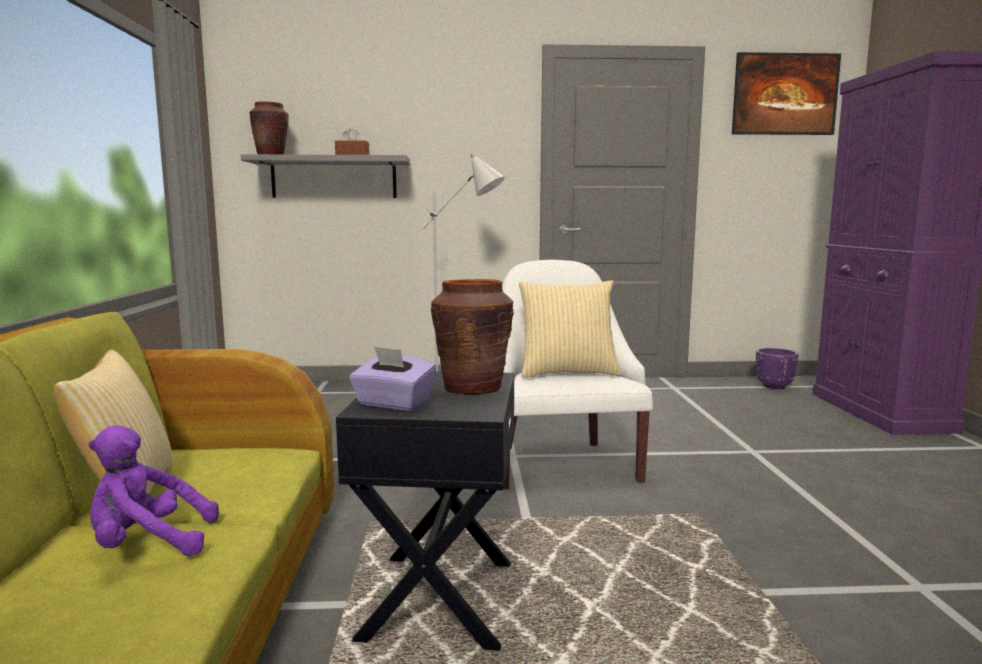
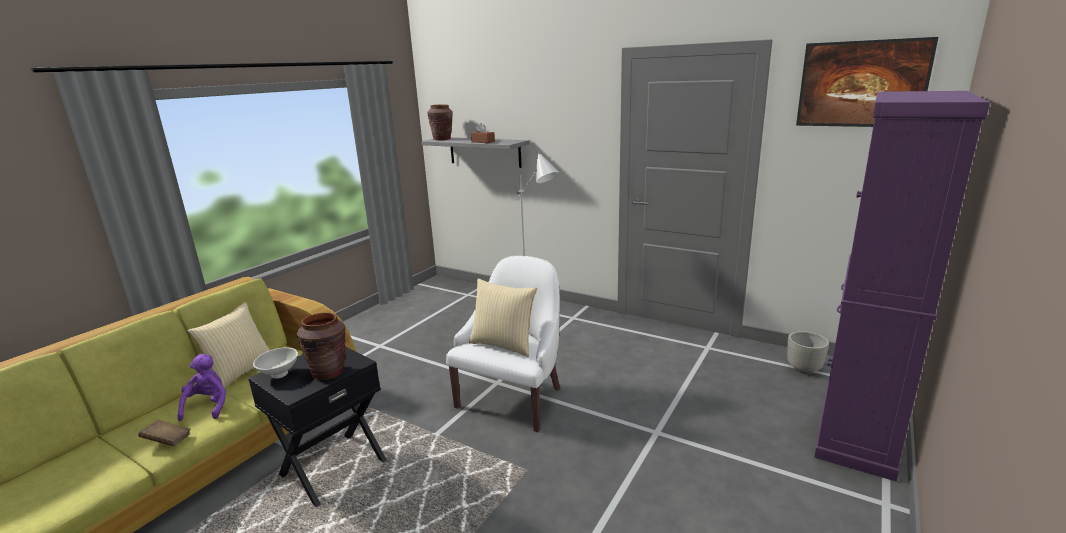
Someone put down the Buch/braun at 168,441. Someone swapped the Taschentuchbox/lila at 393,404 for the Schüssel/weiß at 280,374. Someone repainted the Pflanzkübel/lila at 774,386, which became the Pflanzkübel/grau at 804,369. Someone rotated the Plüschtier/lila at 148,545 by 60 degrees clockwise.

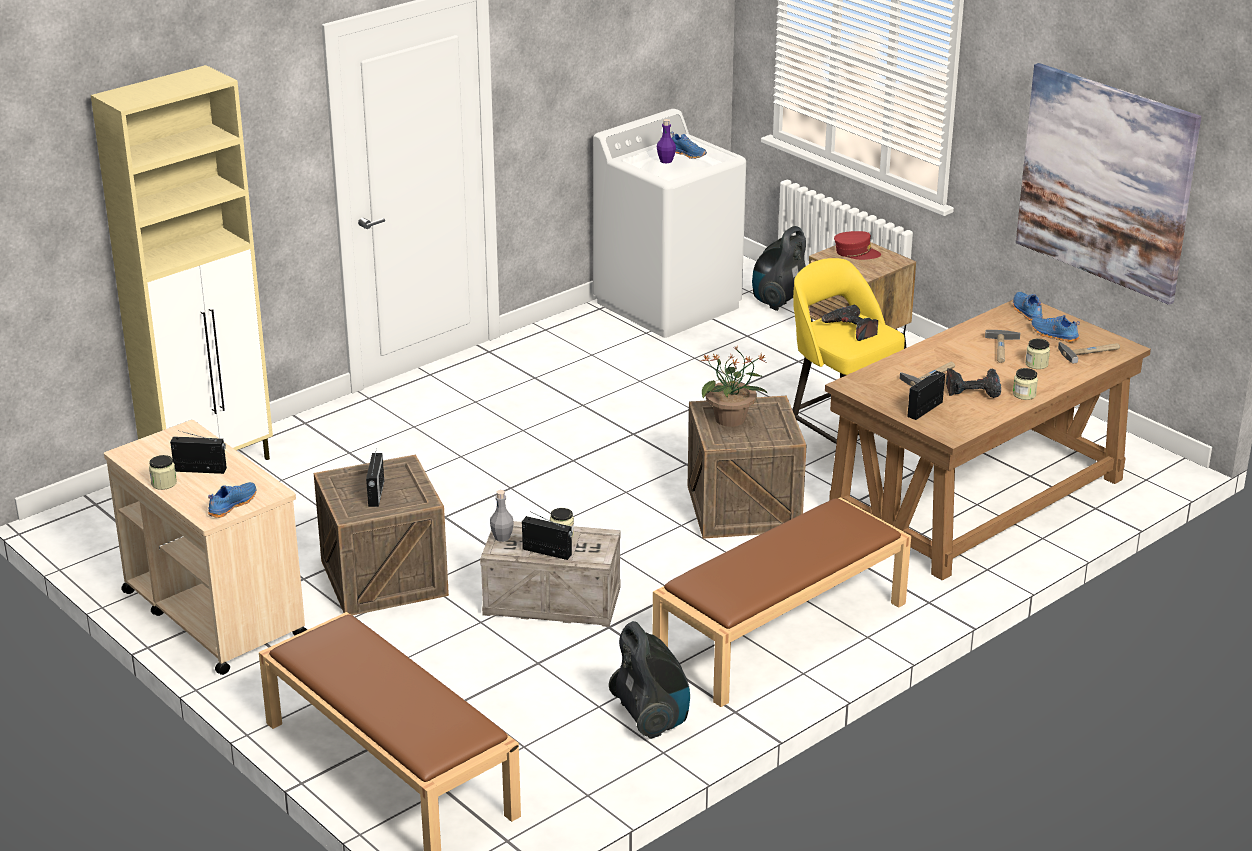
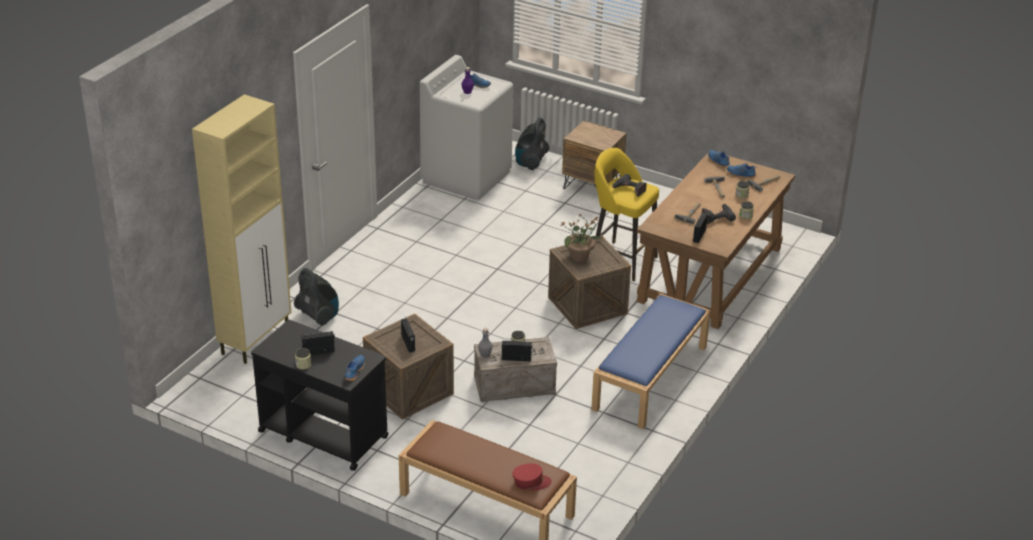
Someone took away the Bild at 1105,181. Someone carried the Staubsauger from 651,718 to 318,316. Someone carried the Kappe/rot from 856,253 to 531,482. Someone repainted the Rollwagen/beige at 213,613, which became the Rollwagen/schwarz at 322,434. Someone repainted the Bank/braun at 781,633, which became the Bank/blau at 650,378.

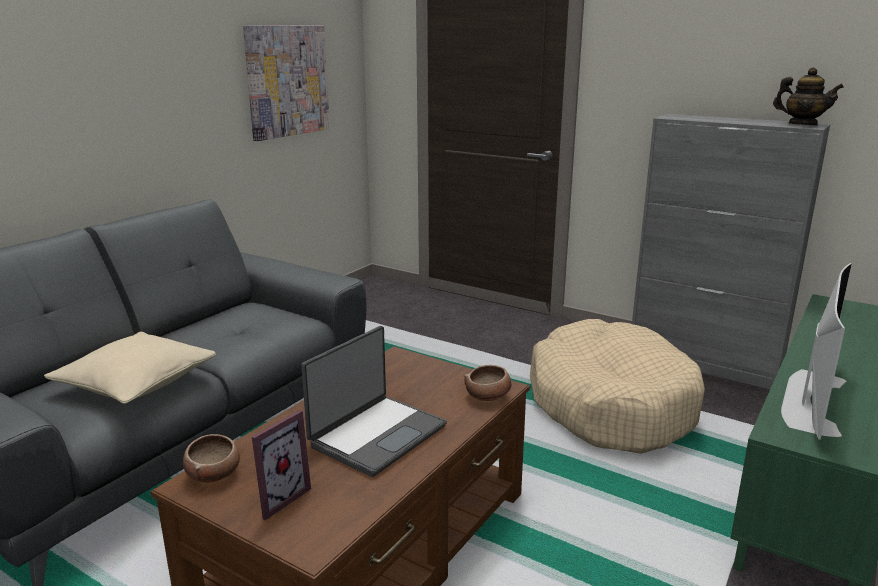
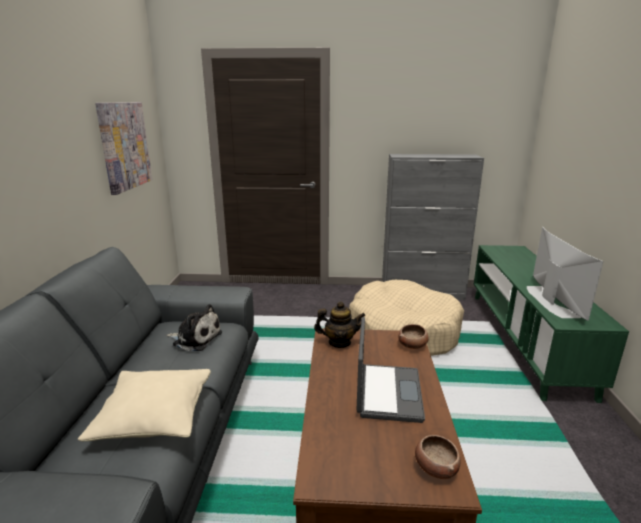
Someone took away the Bilderrahmen at 276,498. Someone put down the Plüschtier at 195,338. Someone carried the Schüssel from 214,474 to 435,467. Someone carried the Teekanne from 802,124 to 339,342.

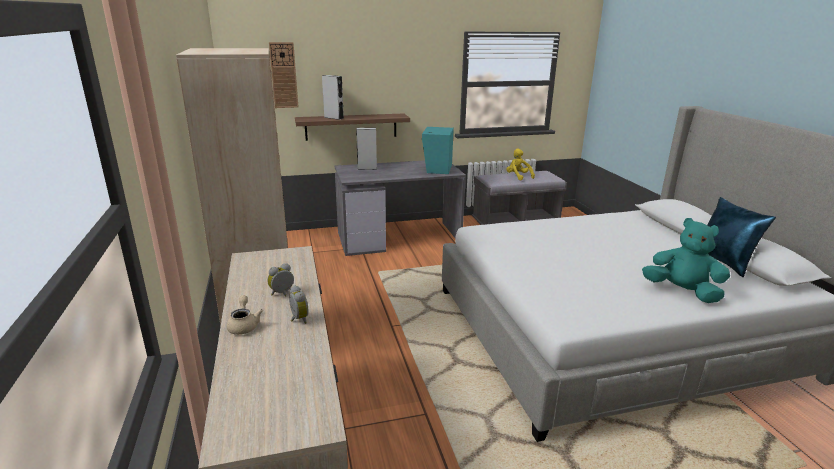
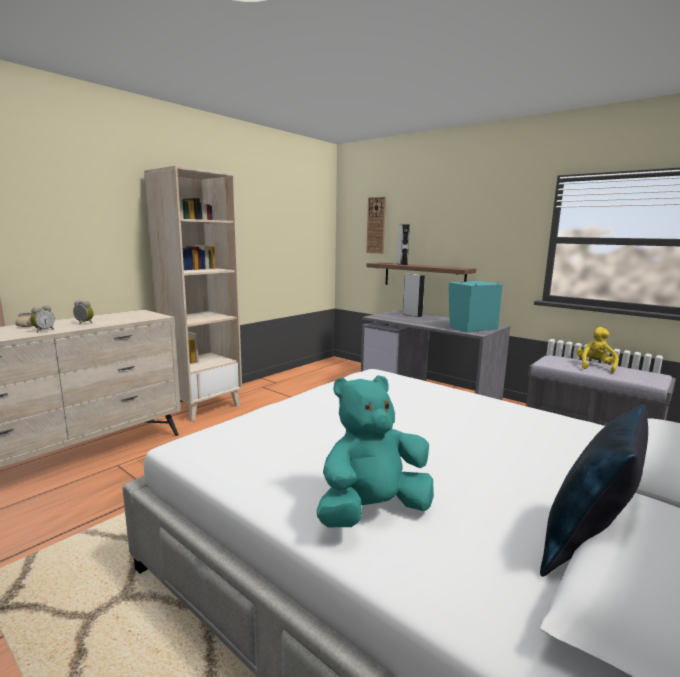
Someone rotated the Plüschtier/türkis at 682,291 by 120 degrees counterclockwise.

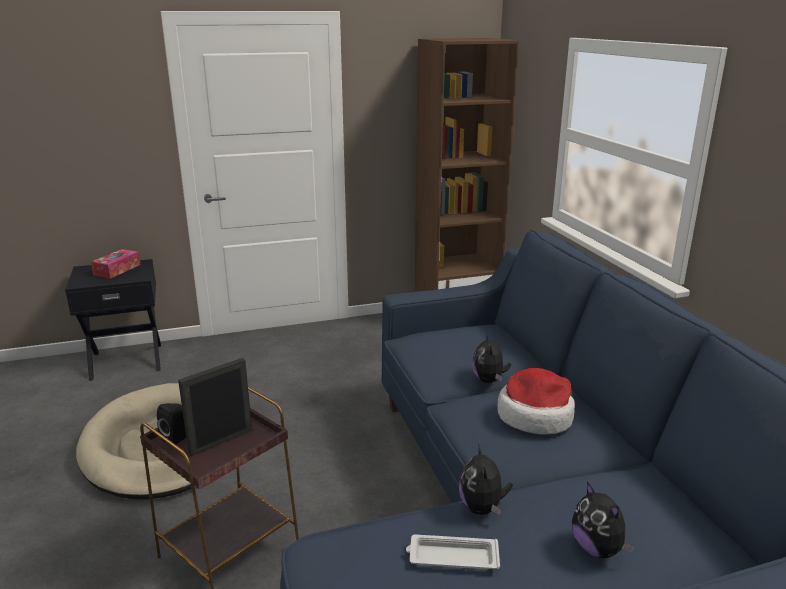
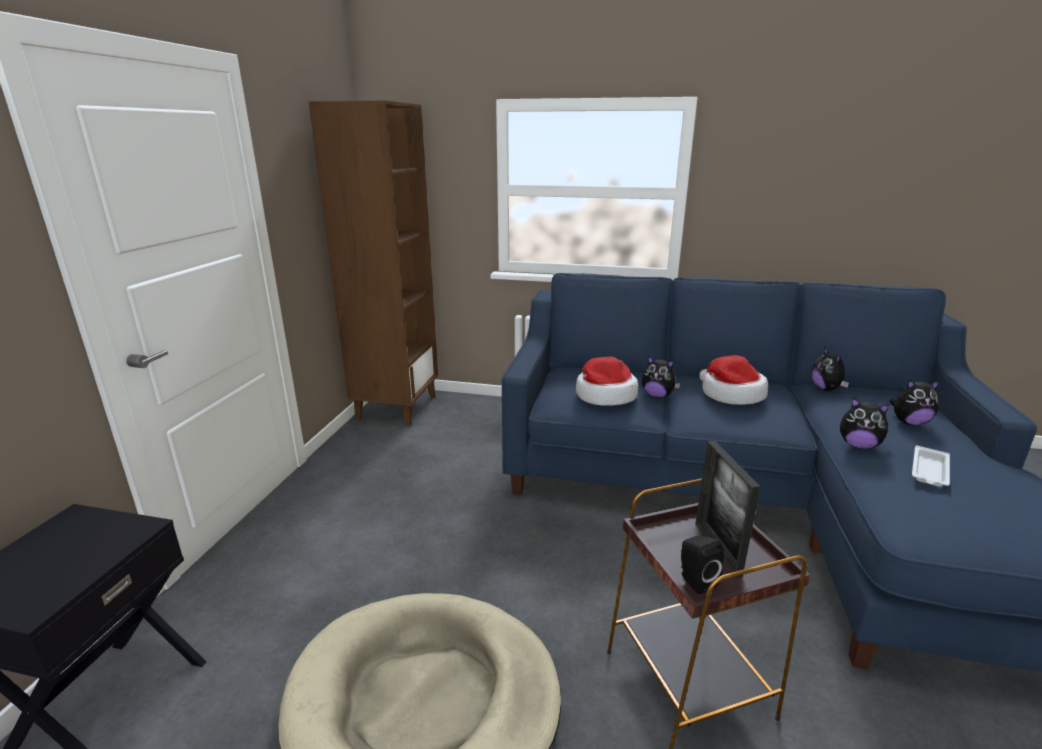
Someone took away the Taschentuchbox at 117,270. Someone put down the Hut at 604,395. Someone put down the Plüschtier at 826,389.

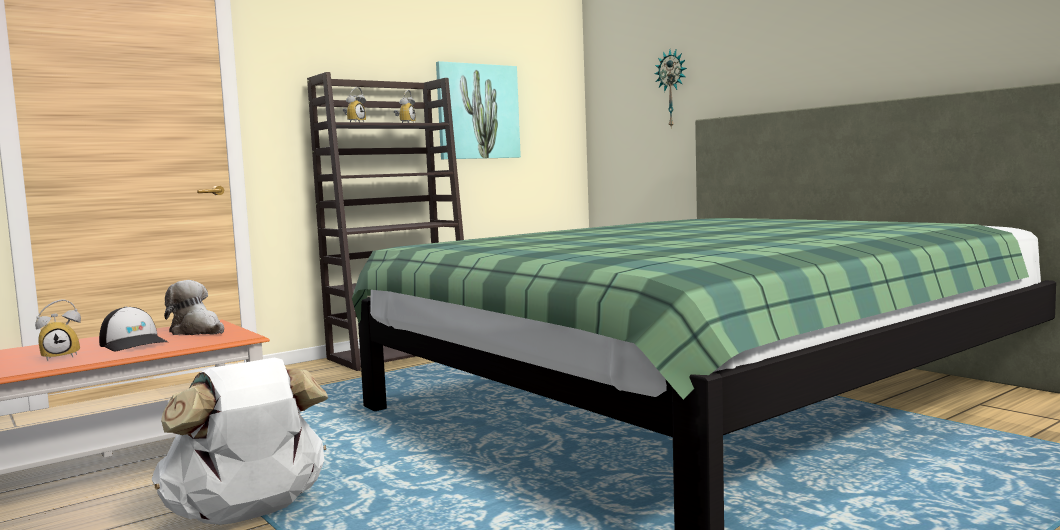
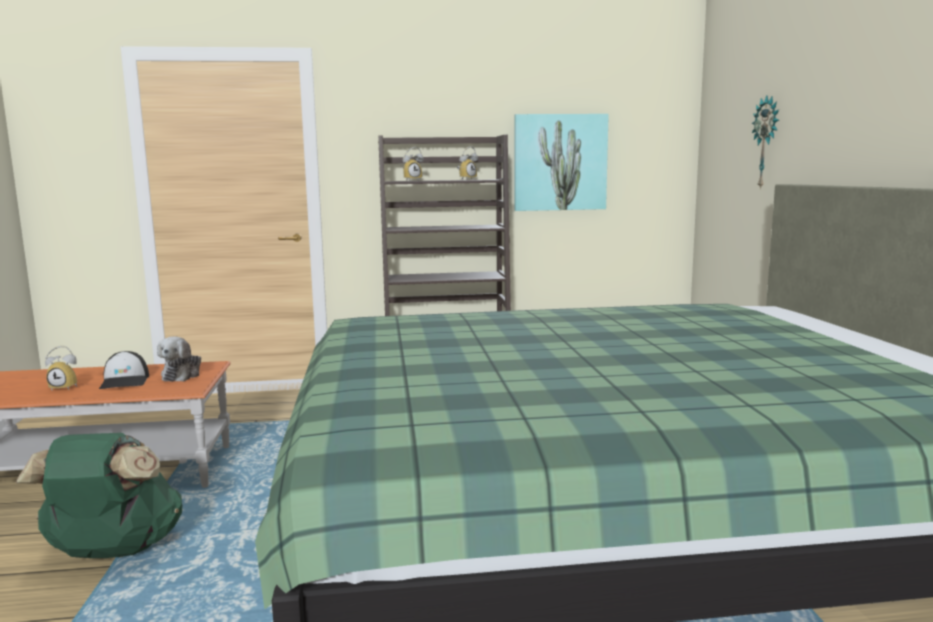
Someone repainted the Rucksack/weiß at 248,515, which became the Rucksack/grün at 113,552. Someone rotated the Plüschtier at 197,331 by 150 degrees counterclockwise.

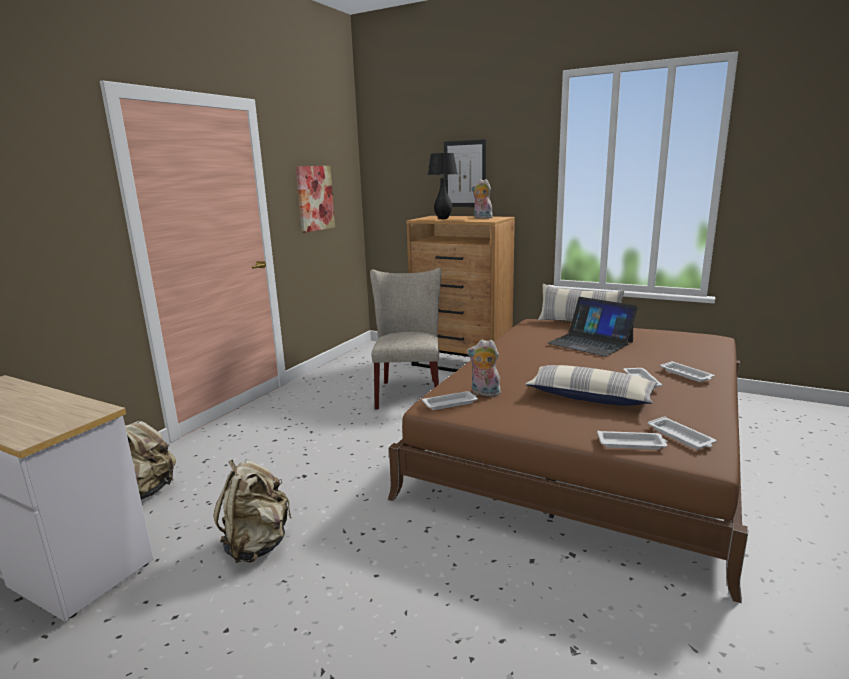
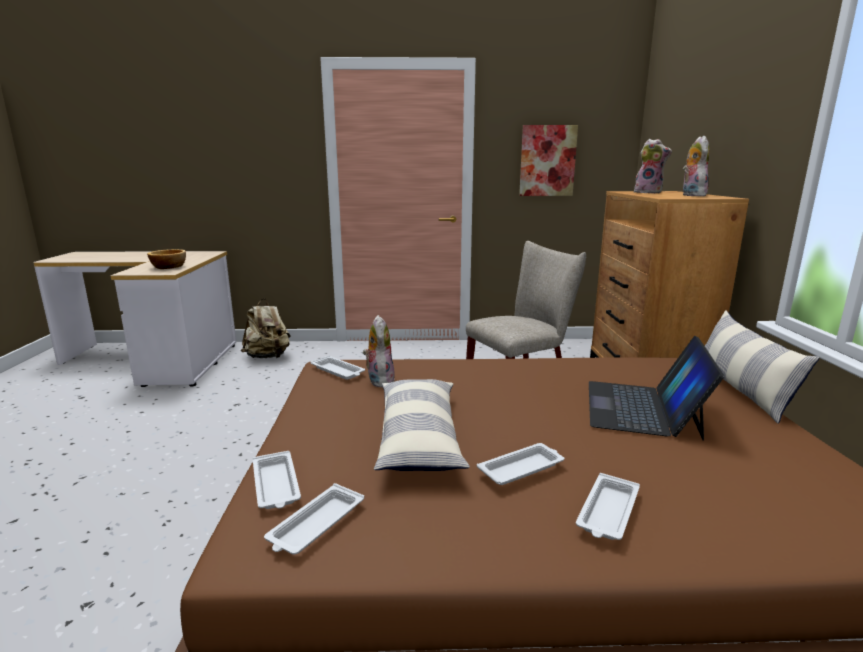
Someone took away the Rucksack/beige at 257,545. Someone took away the Bild at 465,174. Someone put down the Schüssel at 169,267. Someone swapped the Tischlampe/schwarz at 443,218 for the Plüschtier at 648,192.

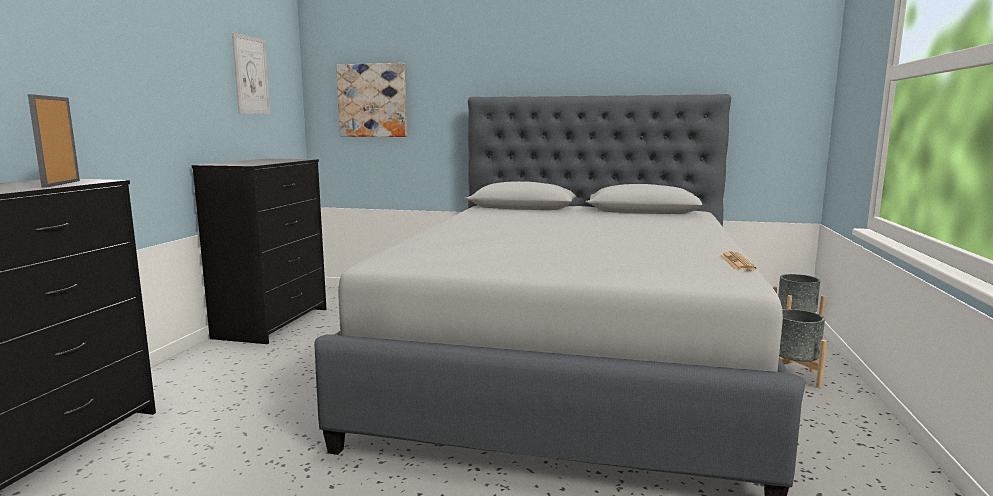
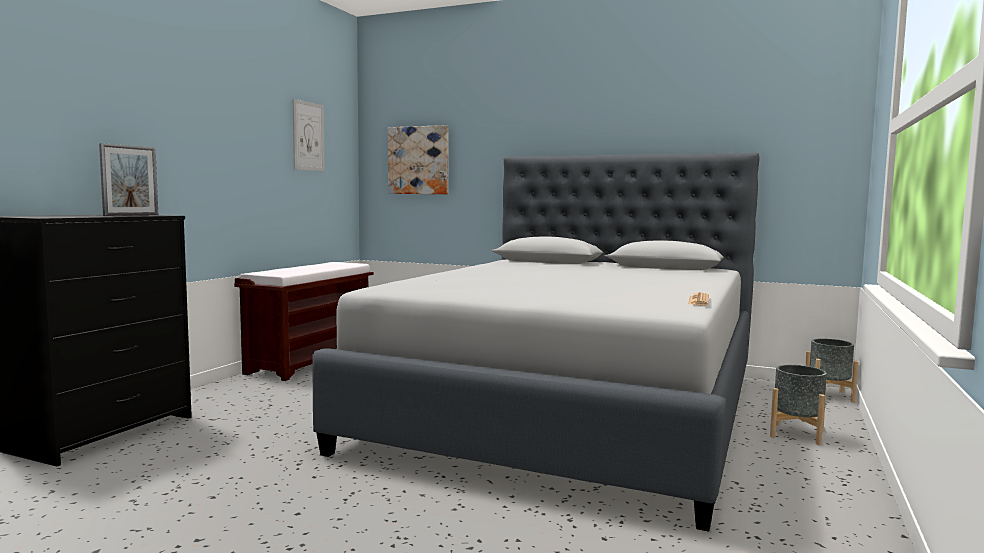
Someone swapped the Kommode/schwarz at 272,322 for the Bank/braun at 311,361. Someone rotated the Bilderrahmen at 61,184 by 150 degrees counterclockwise.

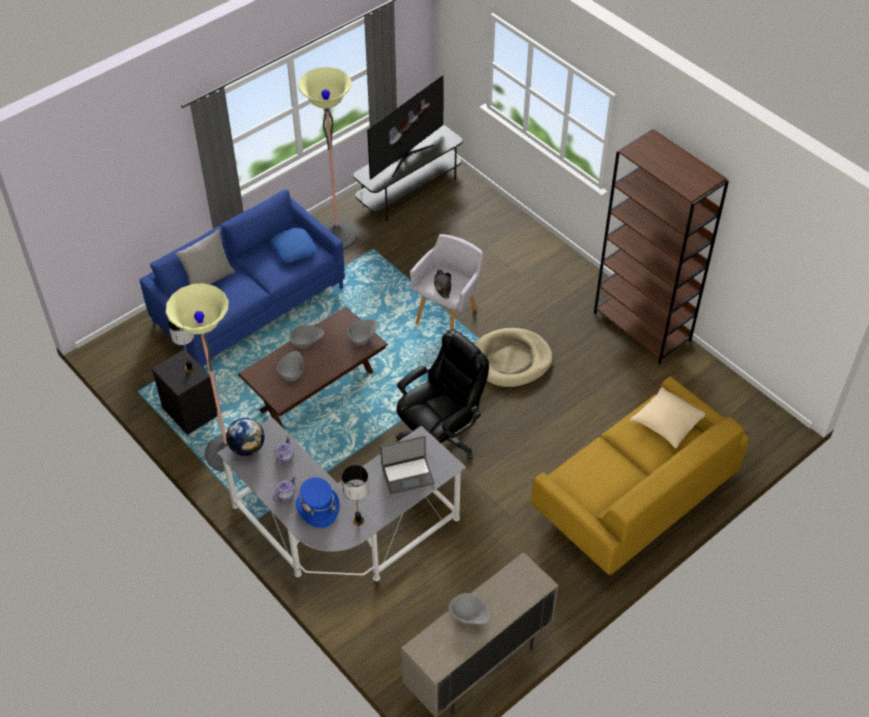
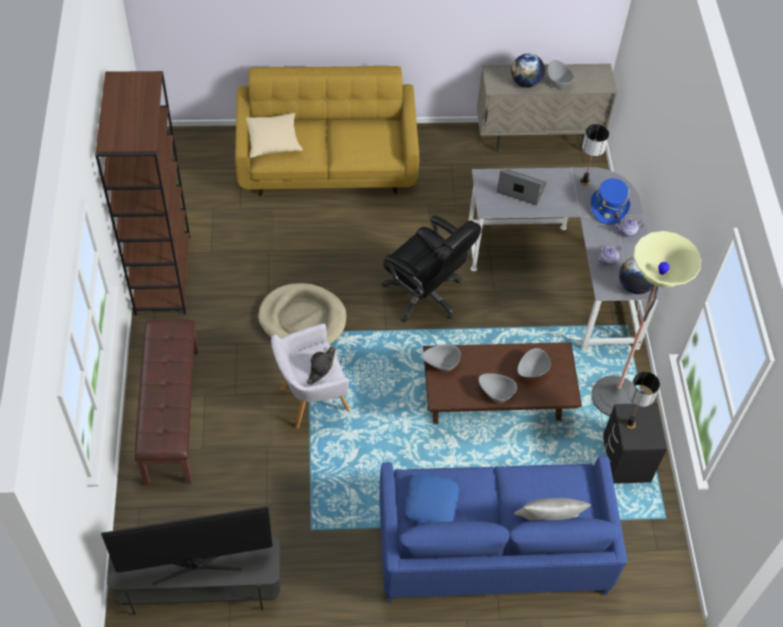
Someone took away the Stehlampe at 337,236. Someone put down the Bank/braun at 171,415. Someone put down the Globus at 525,82. Someone rotated the Bürostuhl/schwarz at 440,437 by 135 degrees counterclockwise.

